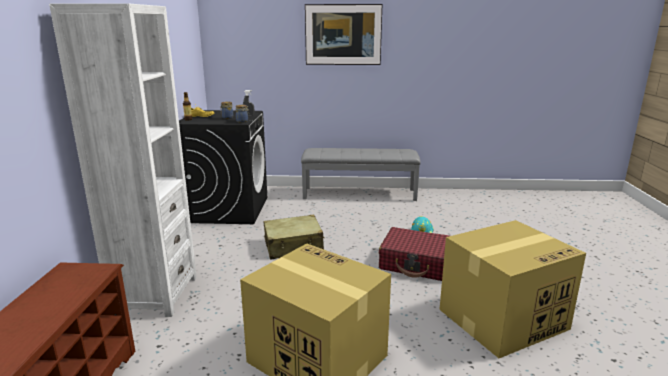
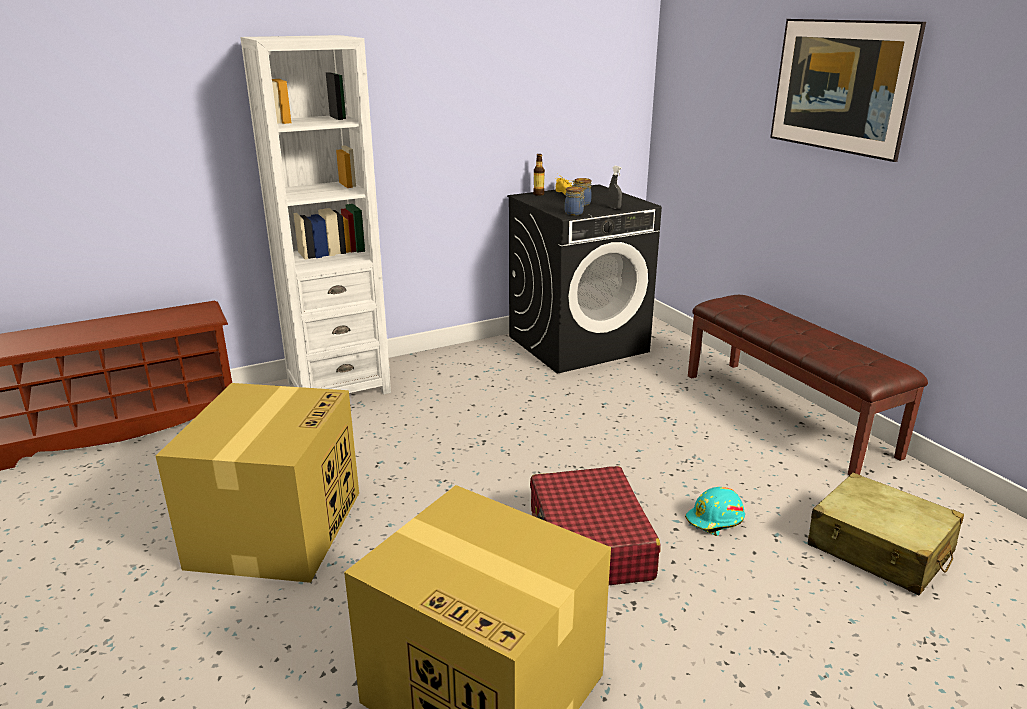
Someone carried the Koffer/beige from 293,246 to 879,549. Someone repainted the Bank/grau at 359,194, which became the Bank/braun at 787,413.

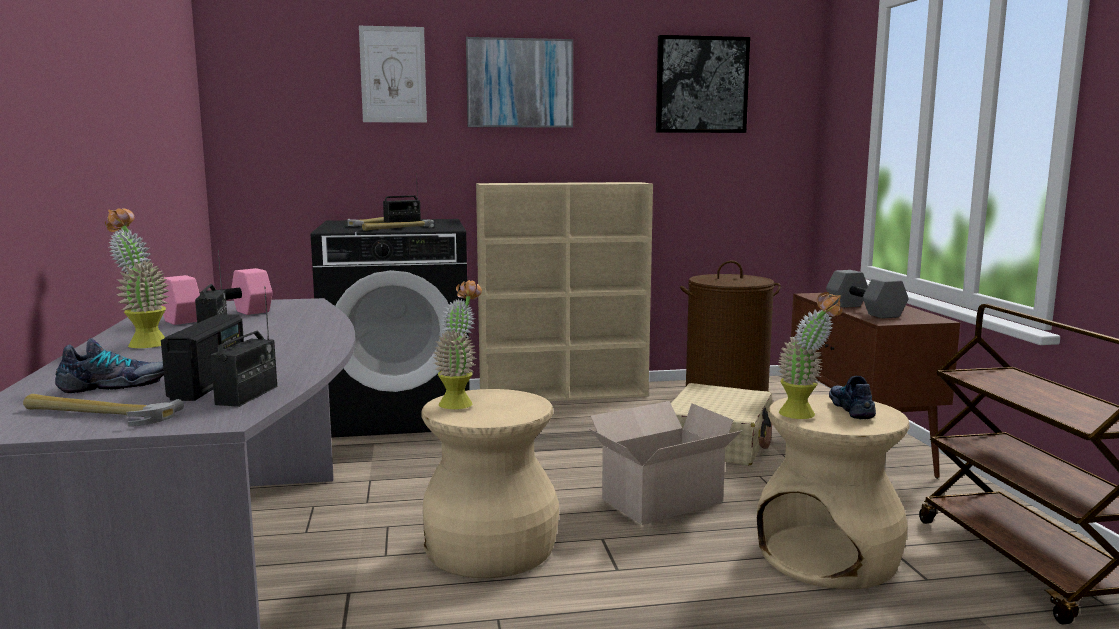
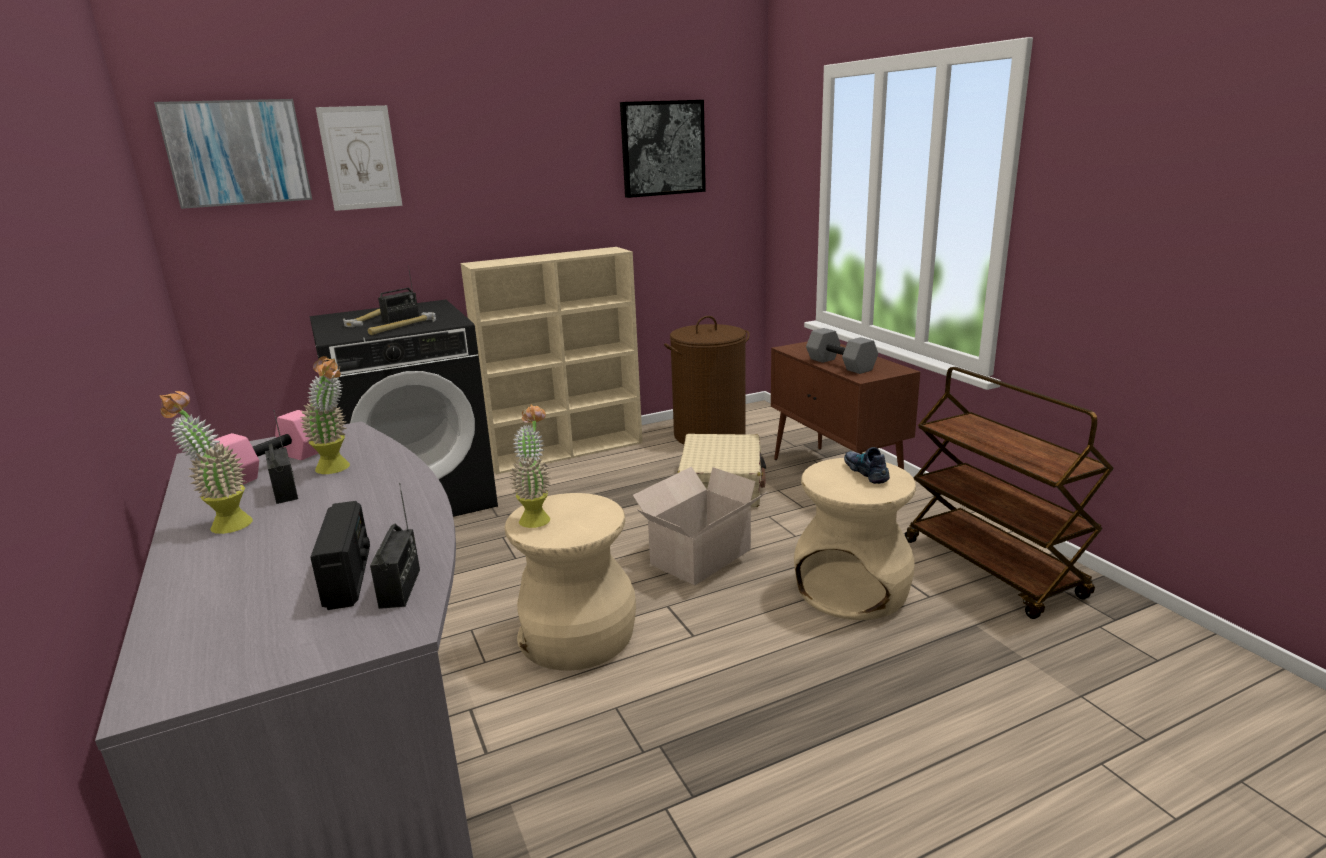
Someone took away the Hammer at 98,414. Someone took away the Schuh at 115,385. Someone carried the Bild from 519,83 to 237,153. Someone carried the Topfpflanze from 805,416 to 338,469.

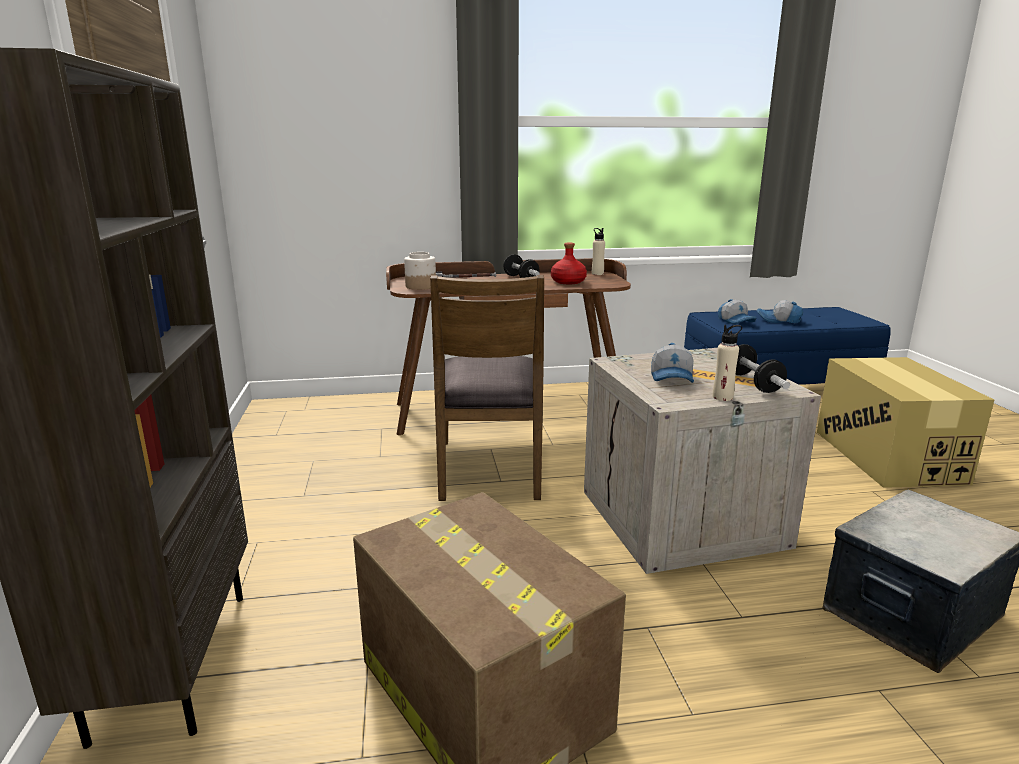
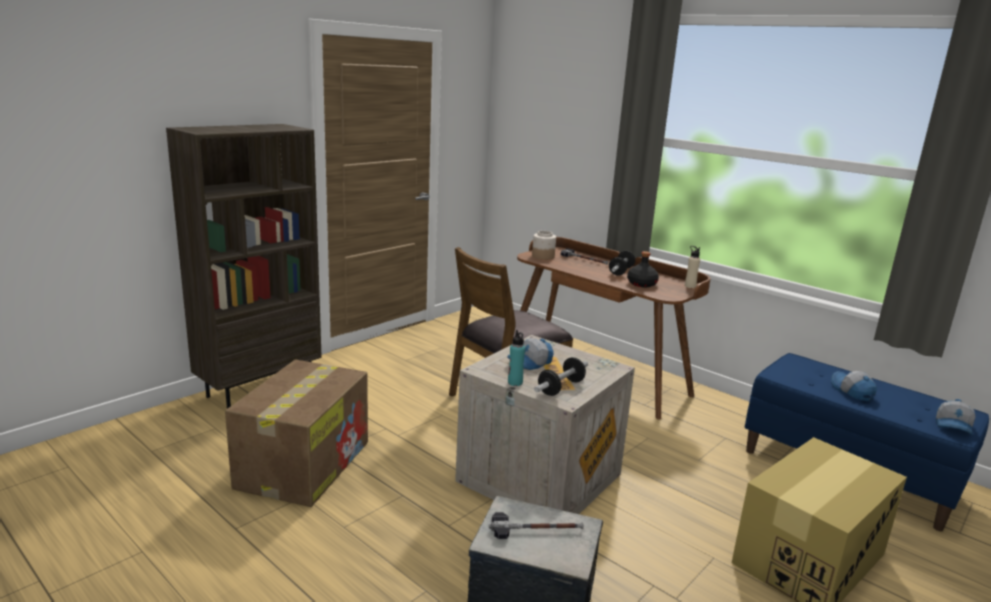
Someone put down the Hammer at 536,529. Someone carried the Kappe from 736,321 to 954,426. Someone repainted the Flasche/rot at 567,282, which became the Flasche/schwarz at 641,284. Someone repainted the Flasche/beige at 723,397, which became the Flasche/türkis at 515,382.

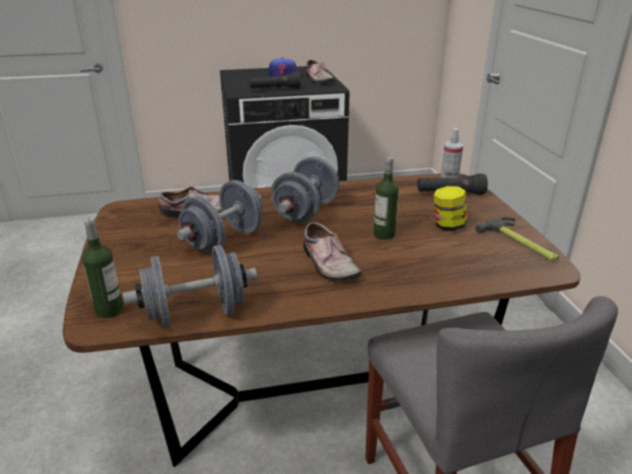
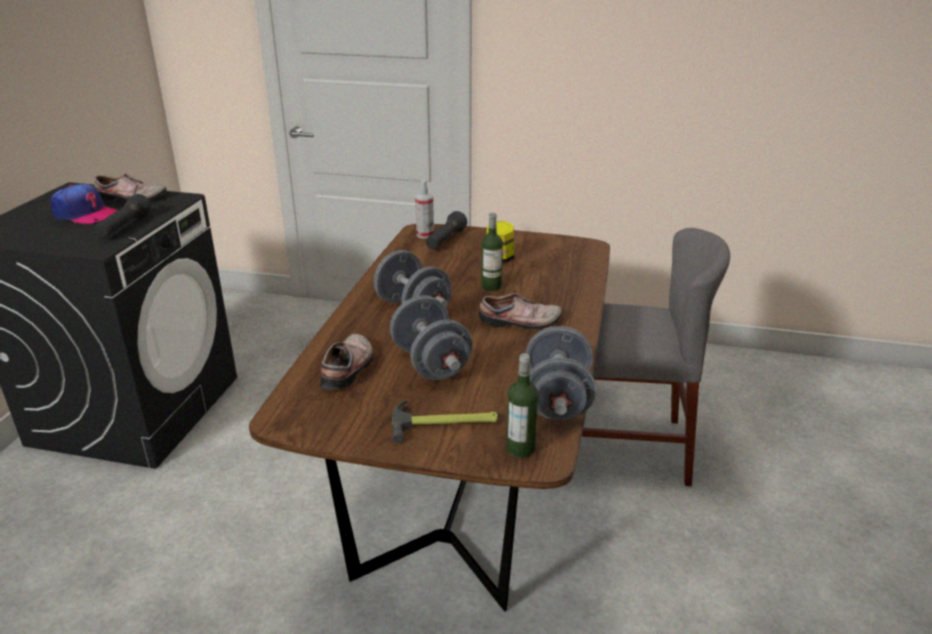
Someone carried the Hammer from 520,243 to 445,423.

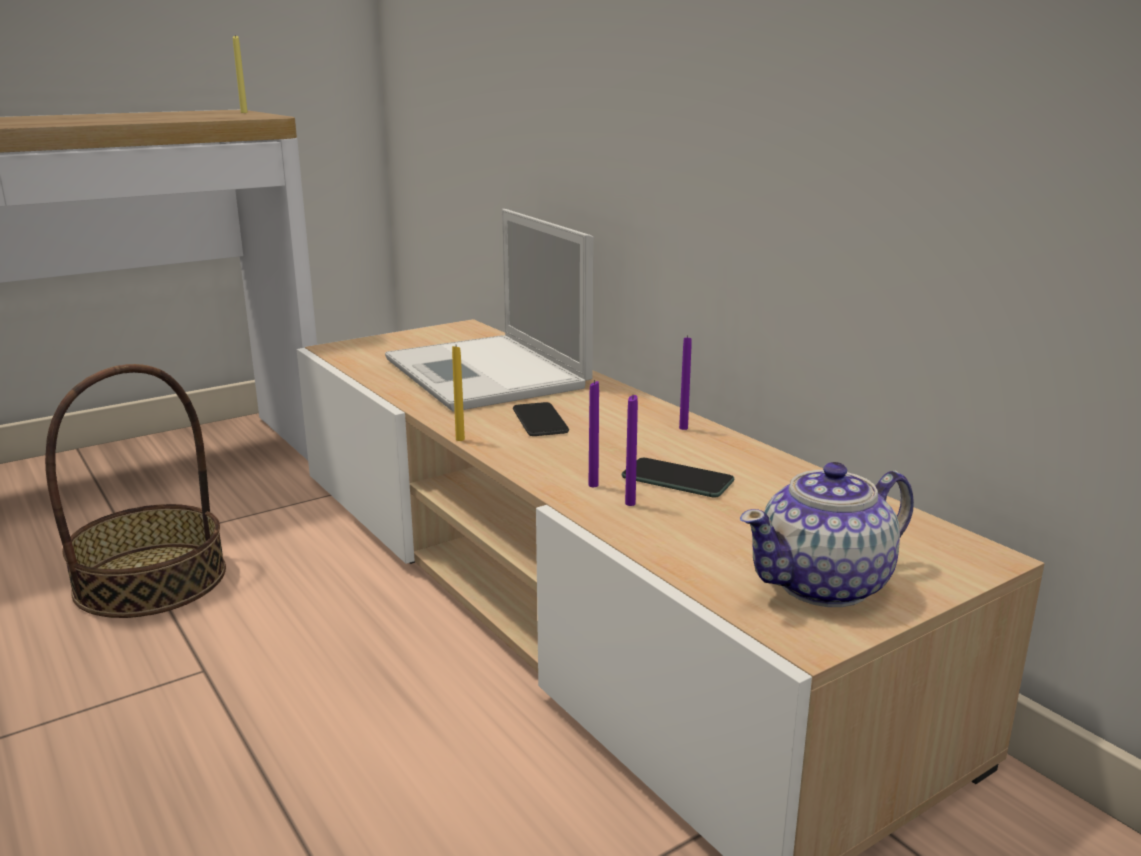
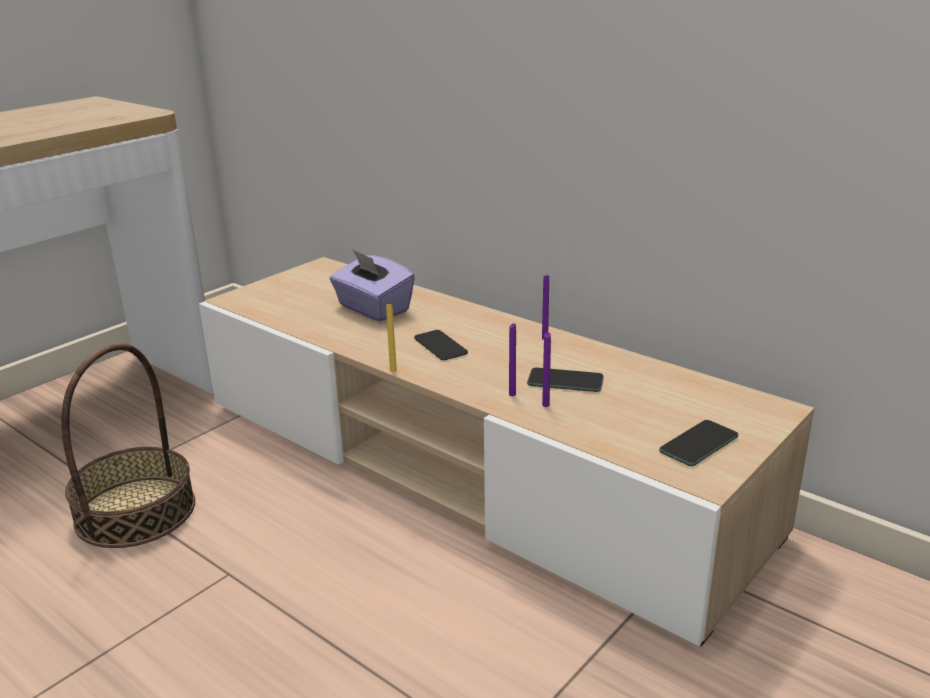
Someone took away the Kerze/gelb at 244,112. Someone swapped the Laptop at 487,374 for the Taschentuchbox/lila at 373,309. Someone swapped the Teekanne at 825,584 for the Handy at 699,444.

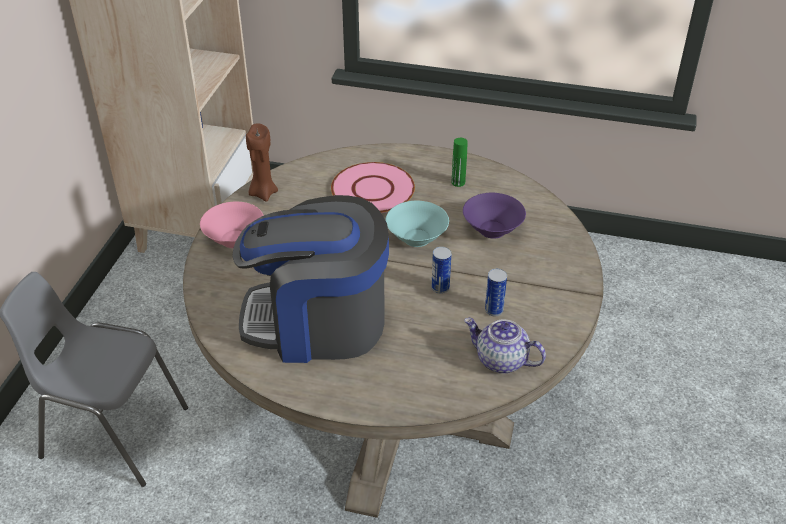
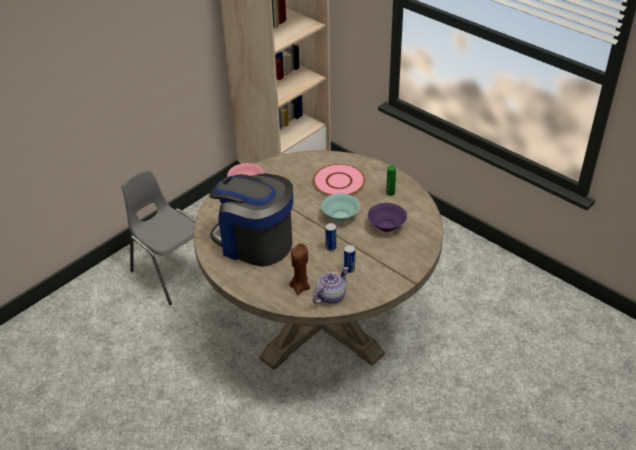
Someone carried the Kerze/braun from 263,193 to 300,287. Someone rotated the Teekanne at 500,360 by 75 degrees clockwise.

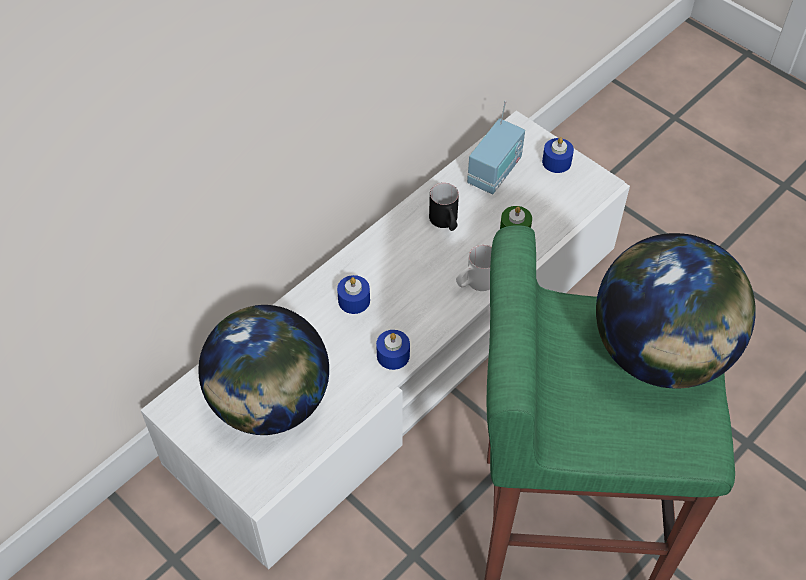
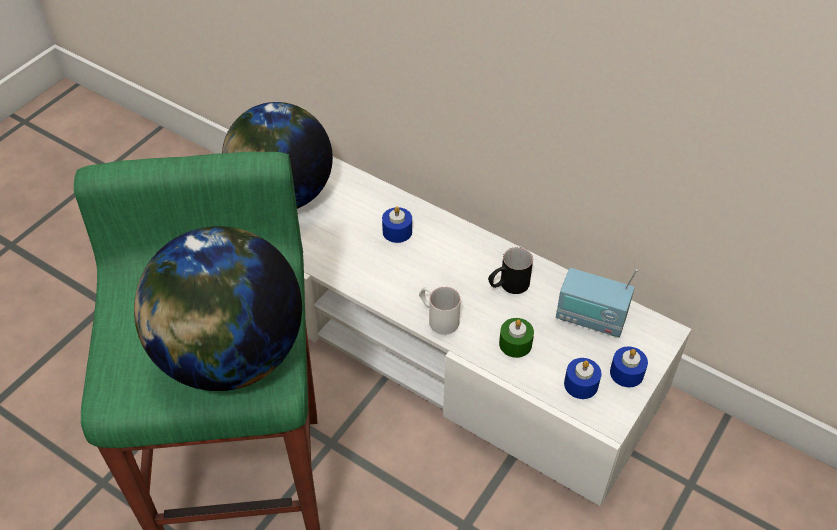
Someone carried the Kerze/blau from 393,355 to 581,384.

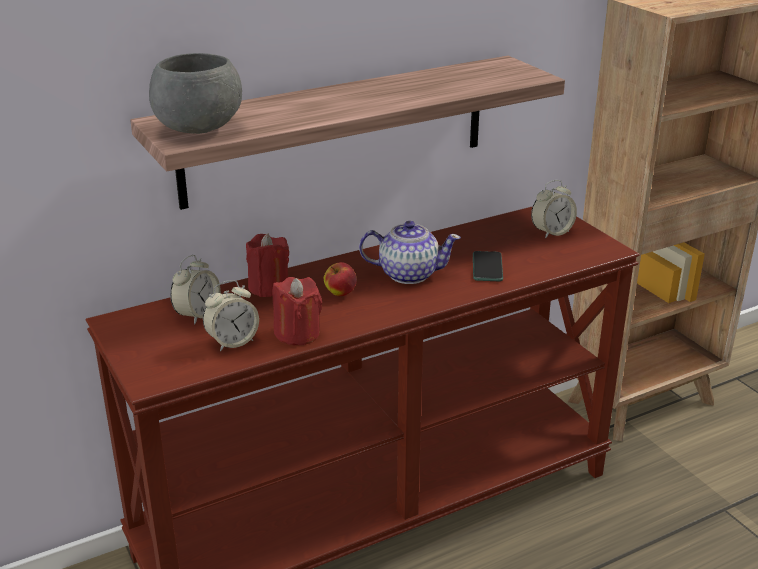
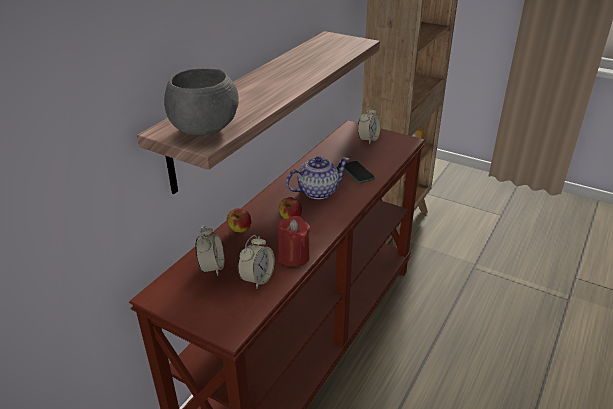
Someone swapped the Kerze/rot at 269,287 for the Apfel at 240,230.

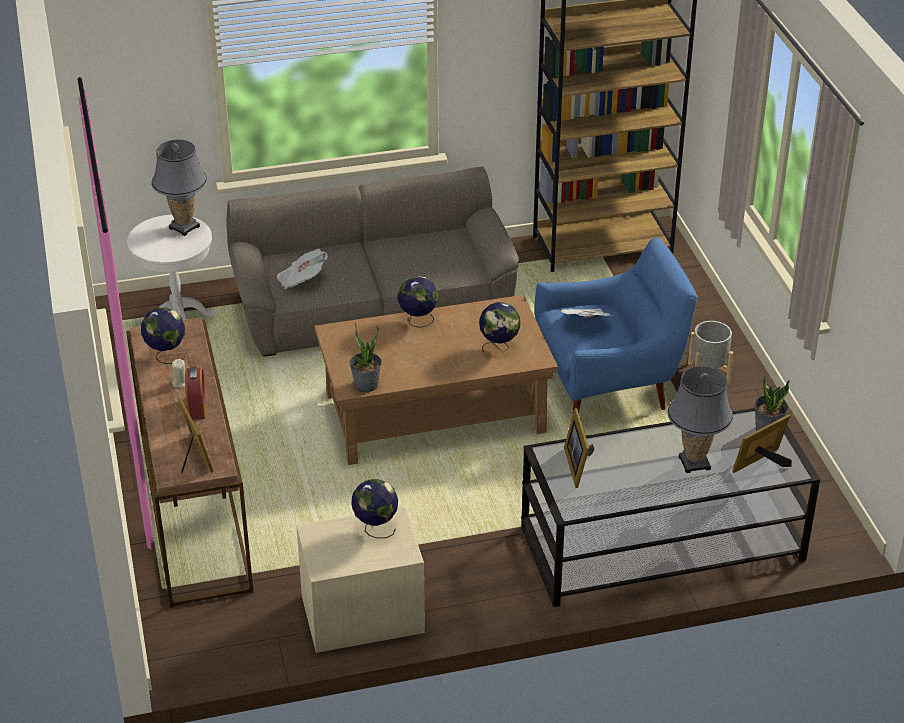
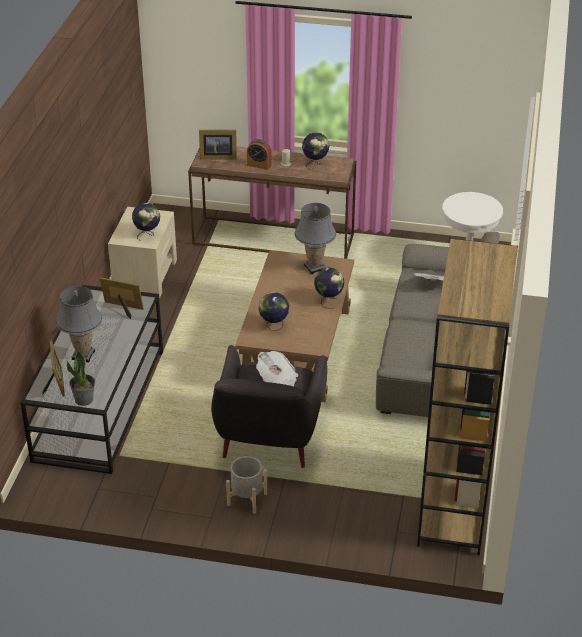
Someone took away the Topfpflanze at 366,385. Someone carried the Tischlampe/grau from 184,227 to 315,267. Someone repainted the Sessel/blau at 609,385, which became the Sessel/grau at 269,440.

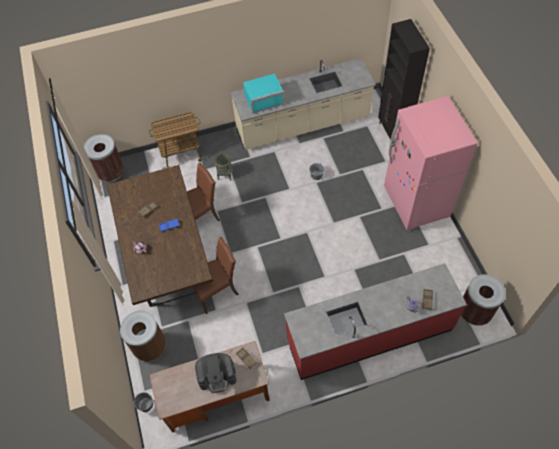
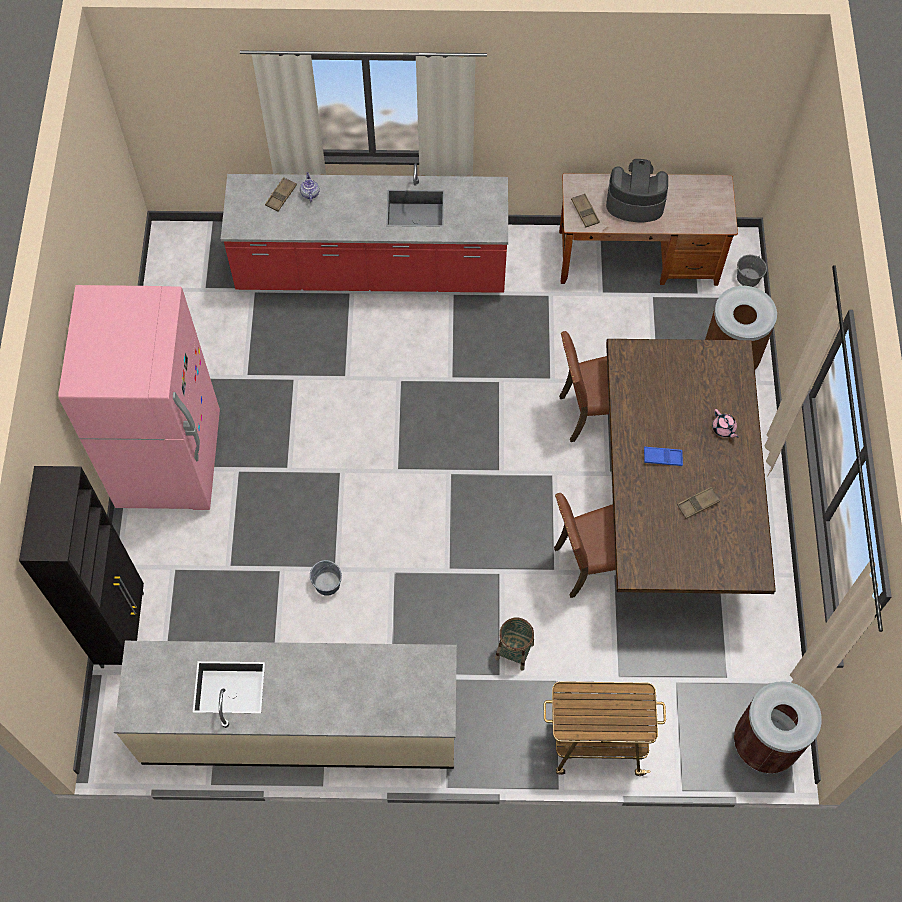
Someone took away the Mikrowelle/türkis at 263,98. Someone took away the Mülleimer/braun at 474,312.

